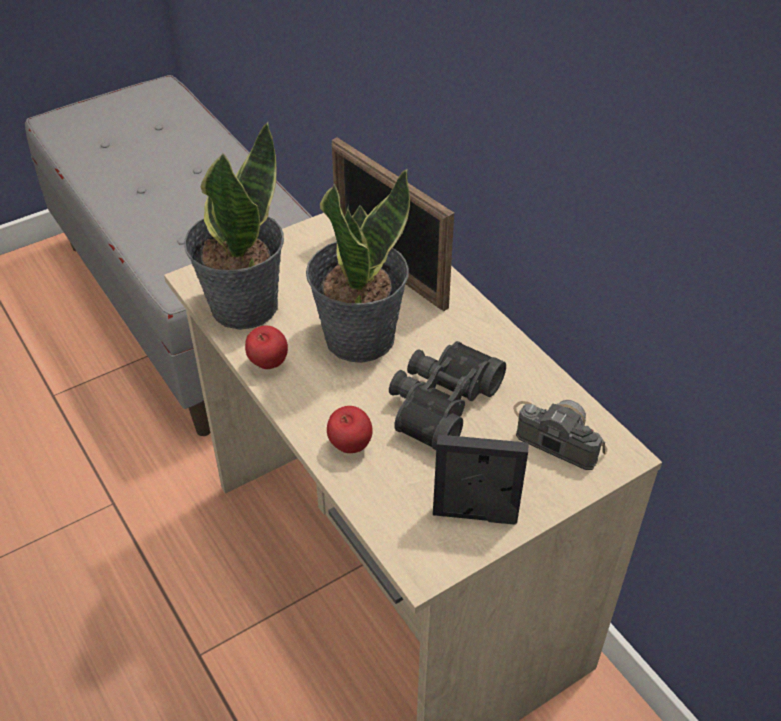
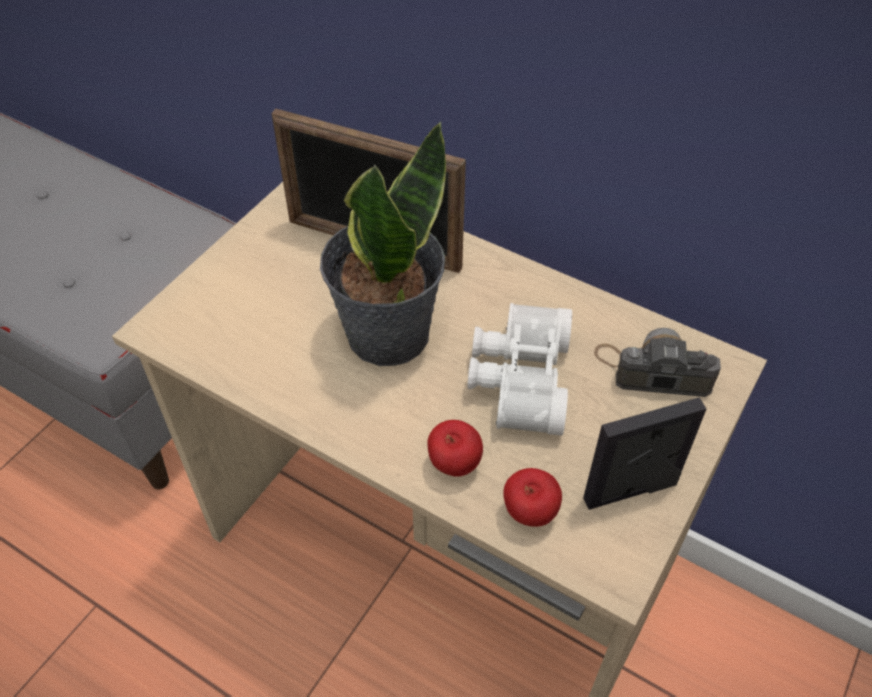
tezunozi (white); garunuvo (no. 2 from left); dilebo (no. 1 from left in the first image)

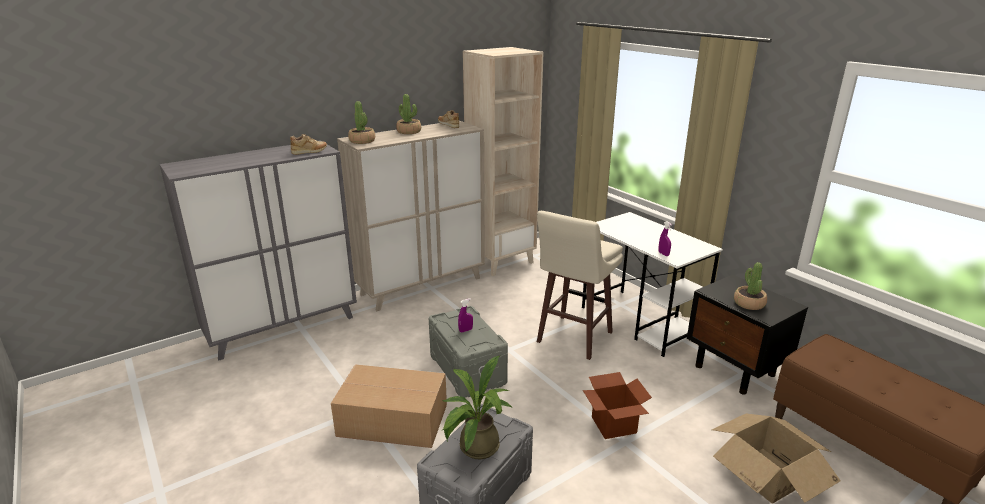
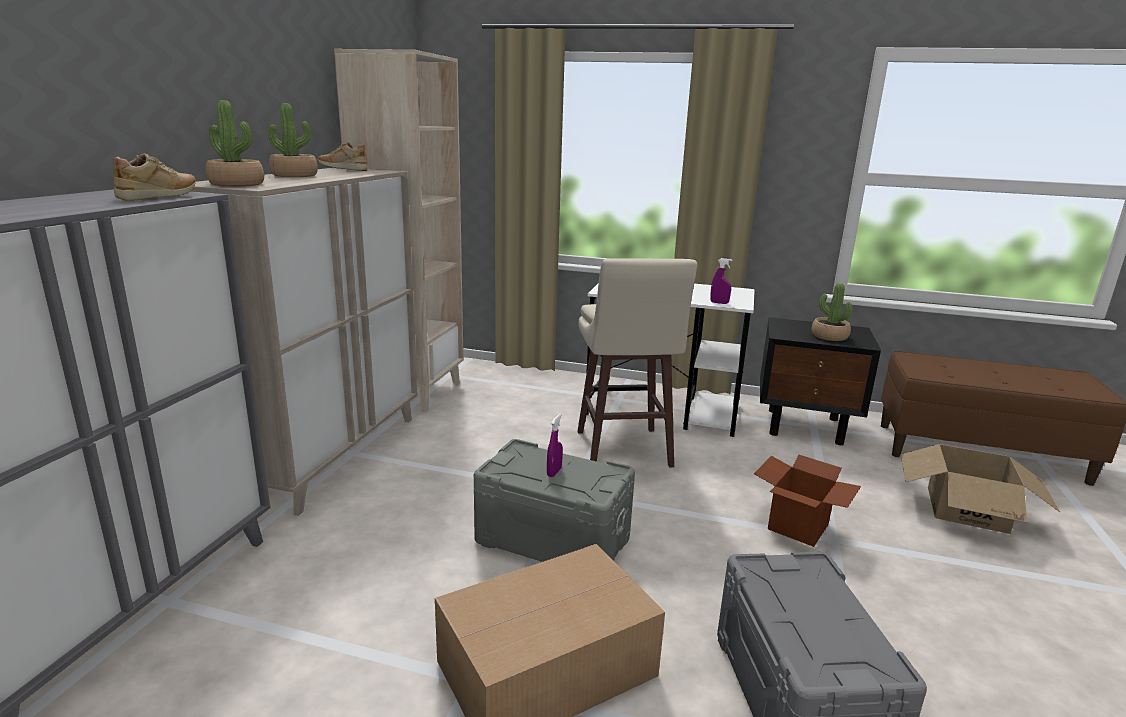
dilebo (no. 3 from left in the first image)

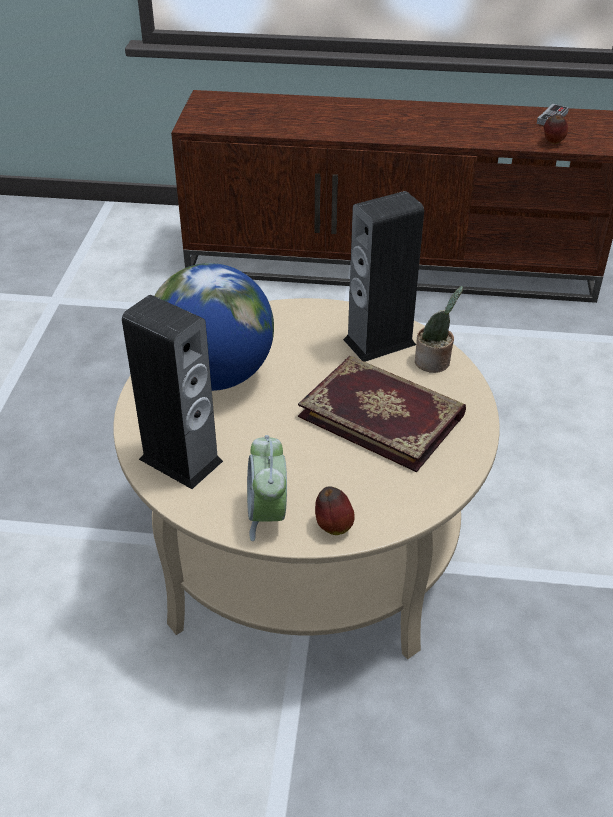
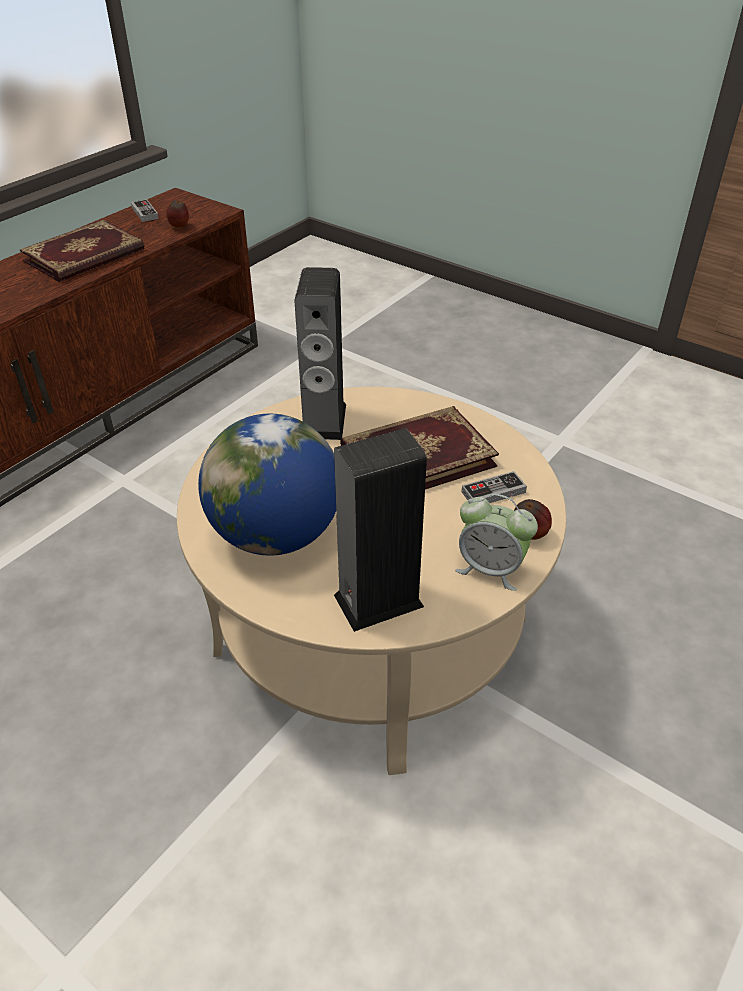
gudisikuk (no. 1 from left); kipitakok (no. 2 from left); dilebo

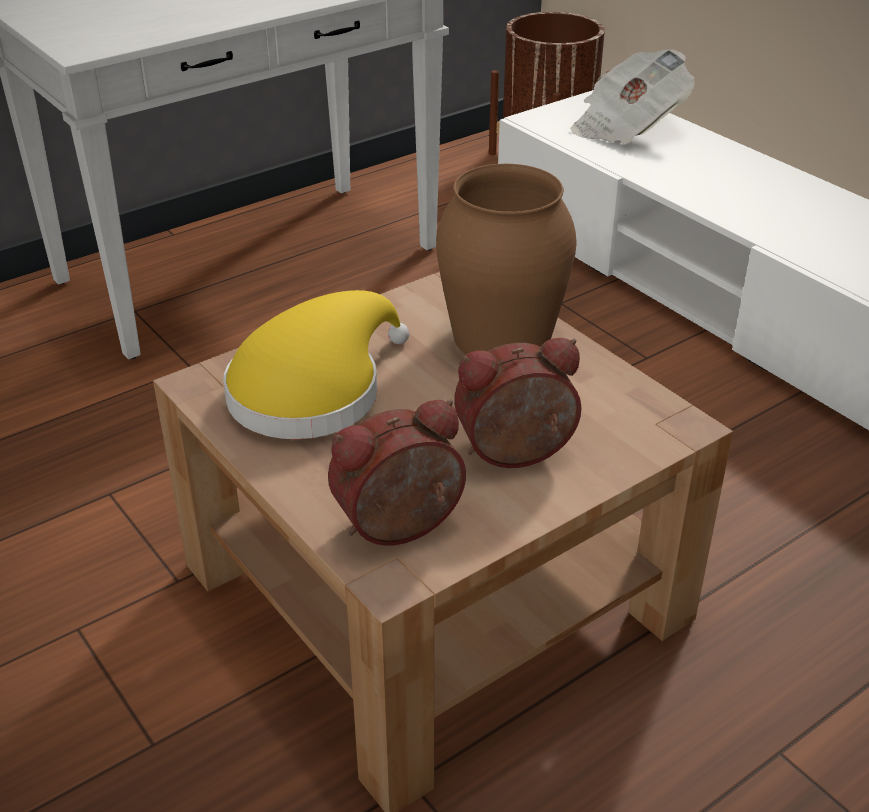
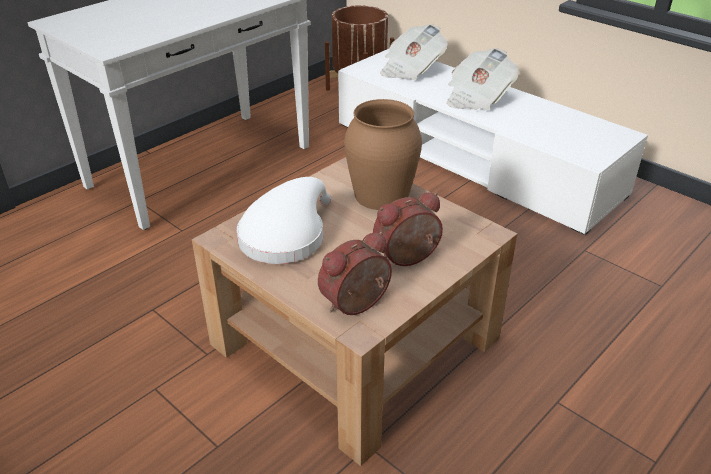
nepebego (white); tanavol (no. 2 from left)

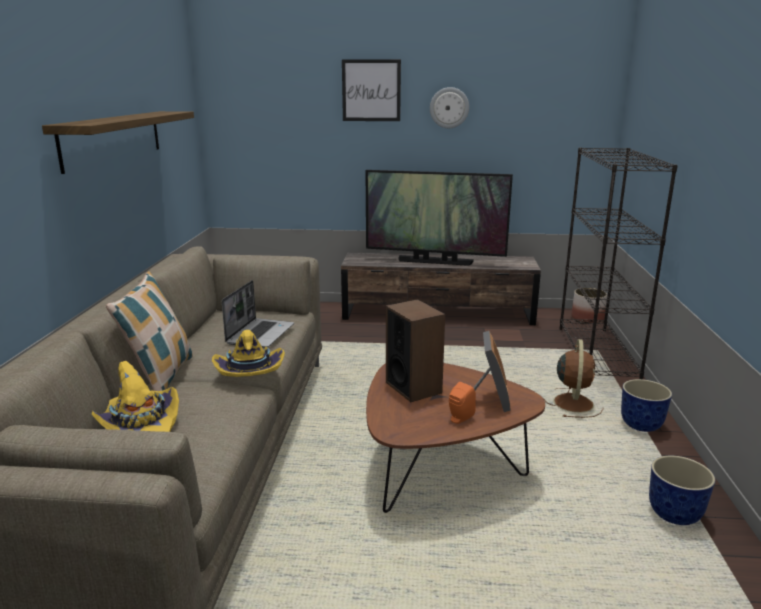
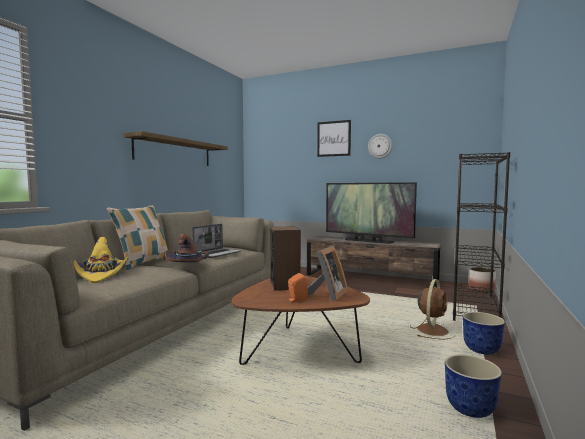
nepebego (brown)

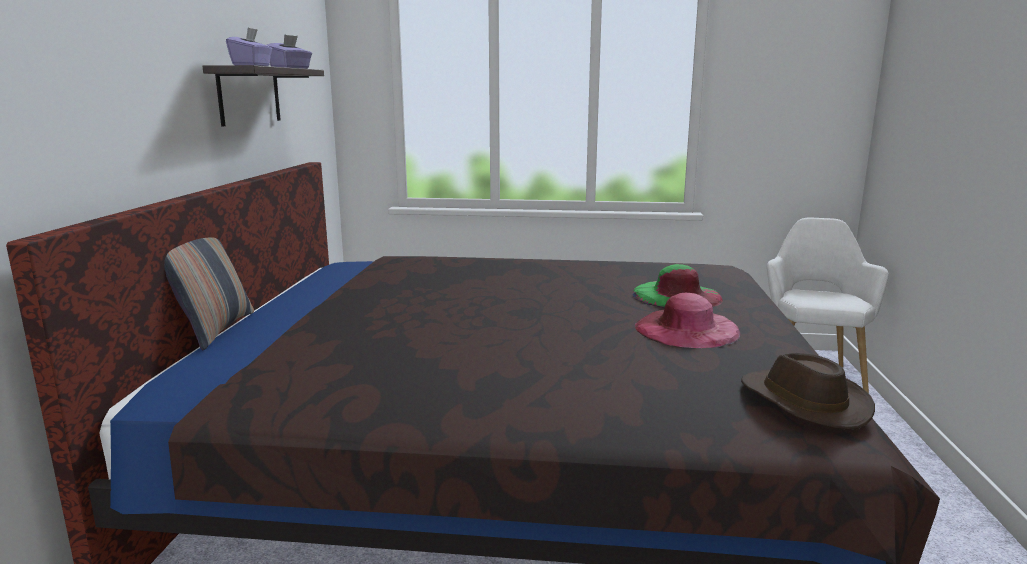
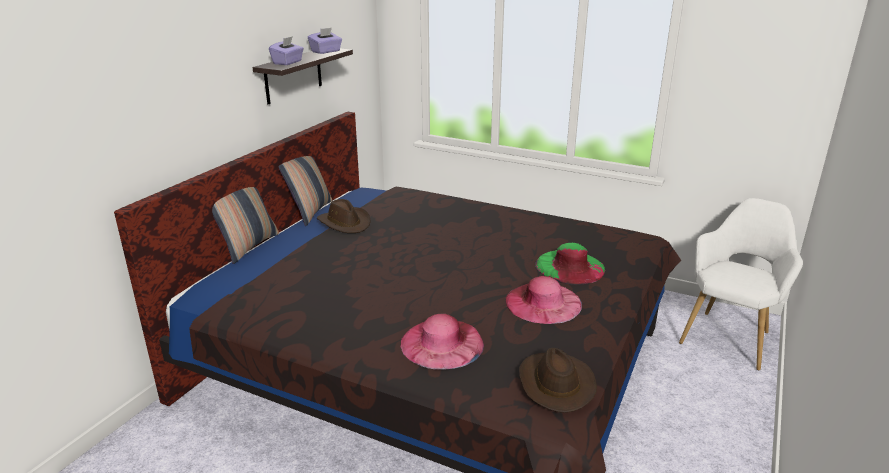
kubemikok (no. 2 from left); nepebego (brown) (no. 1 from left); nepebego (pink) (no. 1 from left)

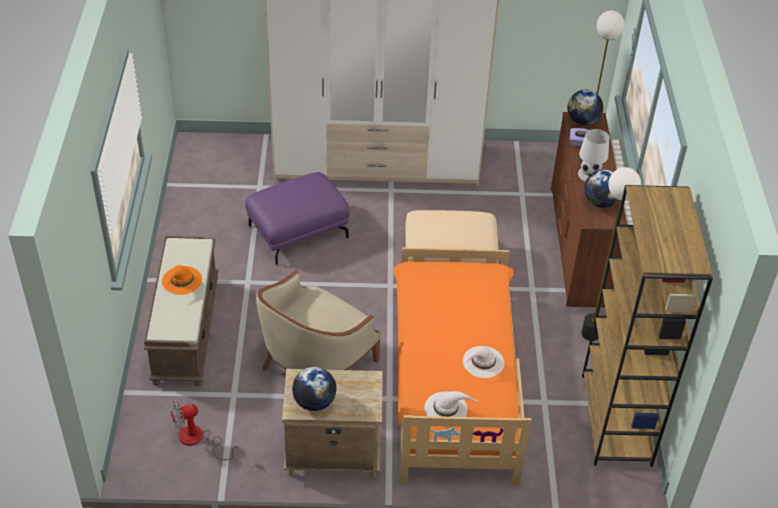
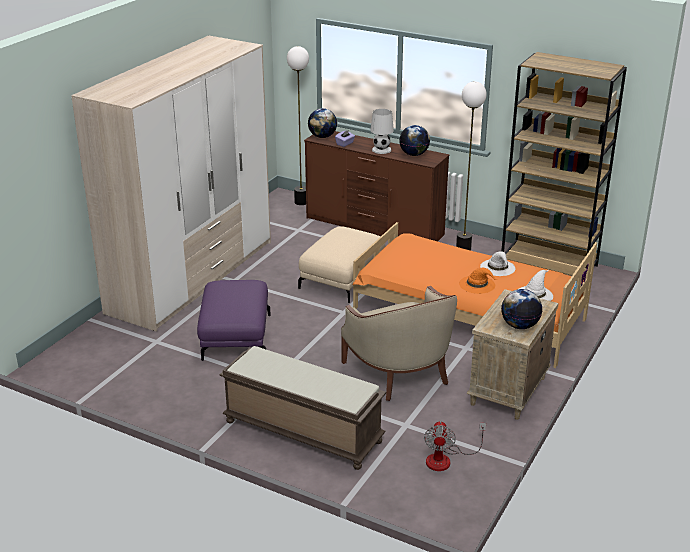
nepebego (orange)

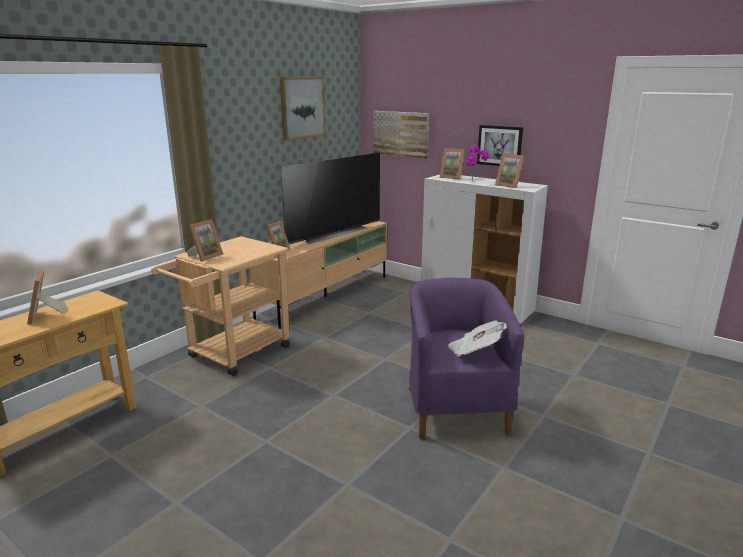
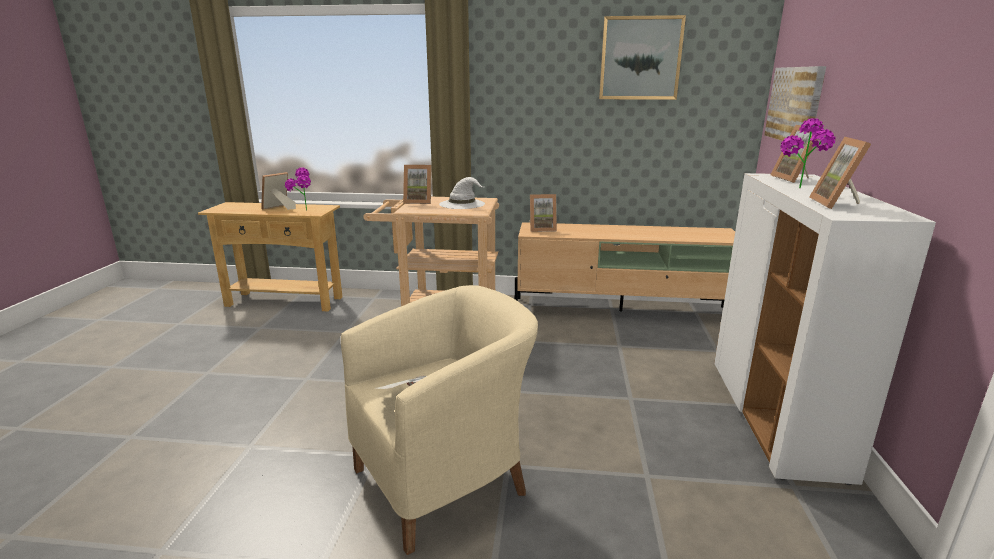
dilebo (no. 1 from left); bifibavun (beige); nepebego (white); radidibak; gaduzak (no. 3 from left in the first image)

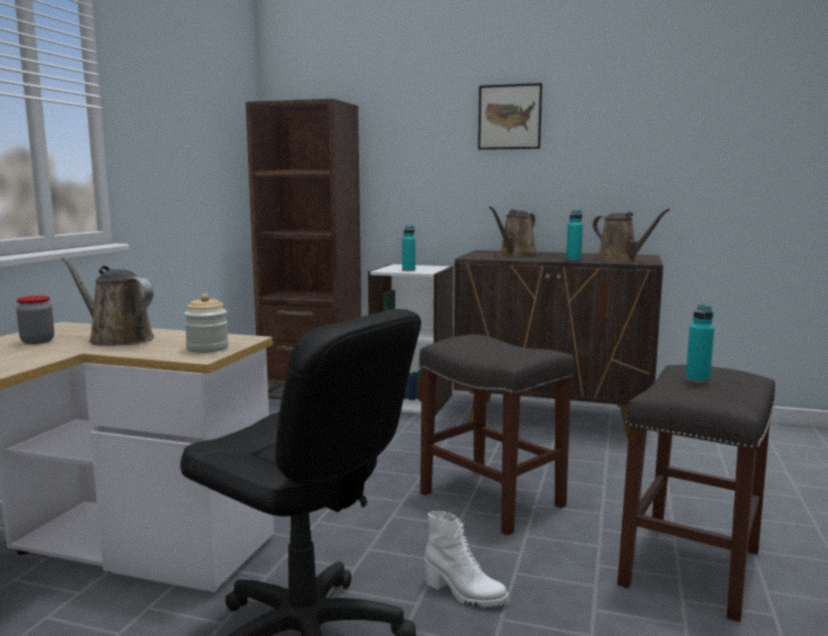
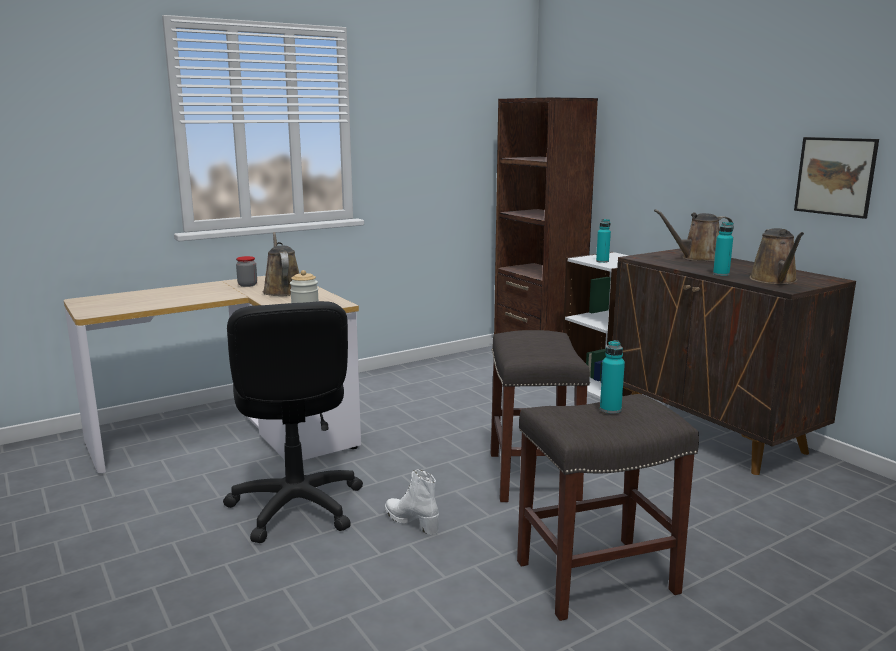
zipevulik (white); gaduzak

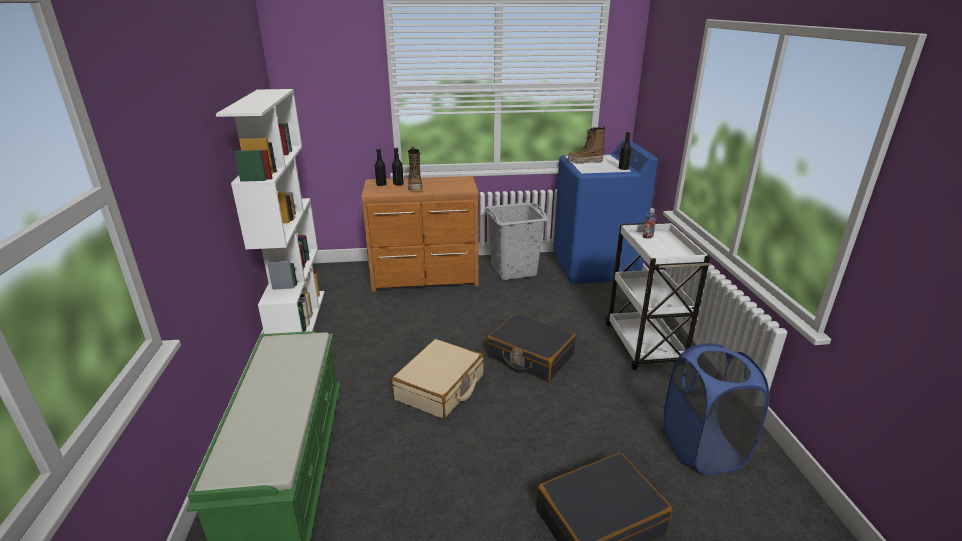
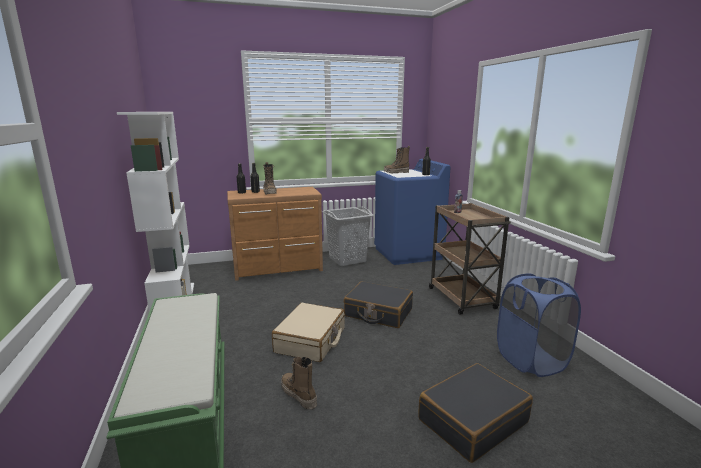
zipevulik (no. 2 from left); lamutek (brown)

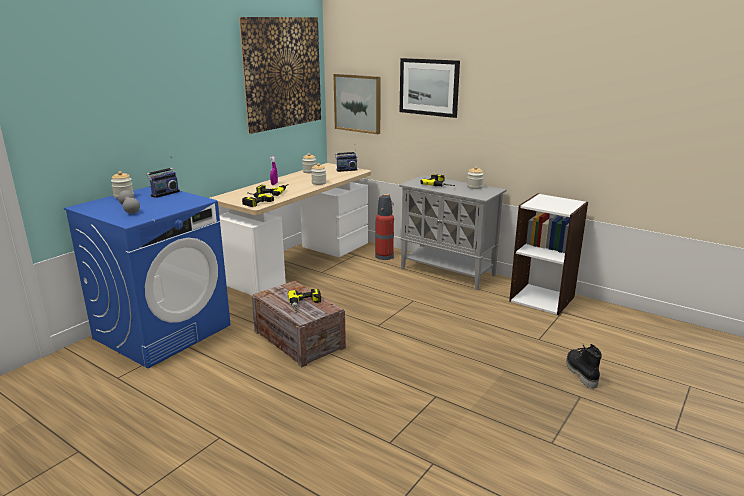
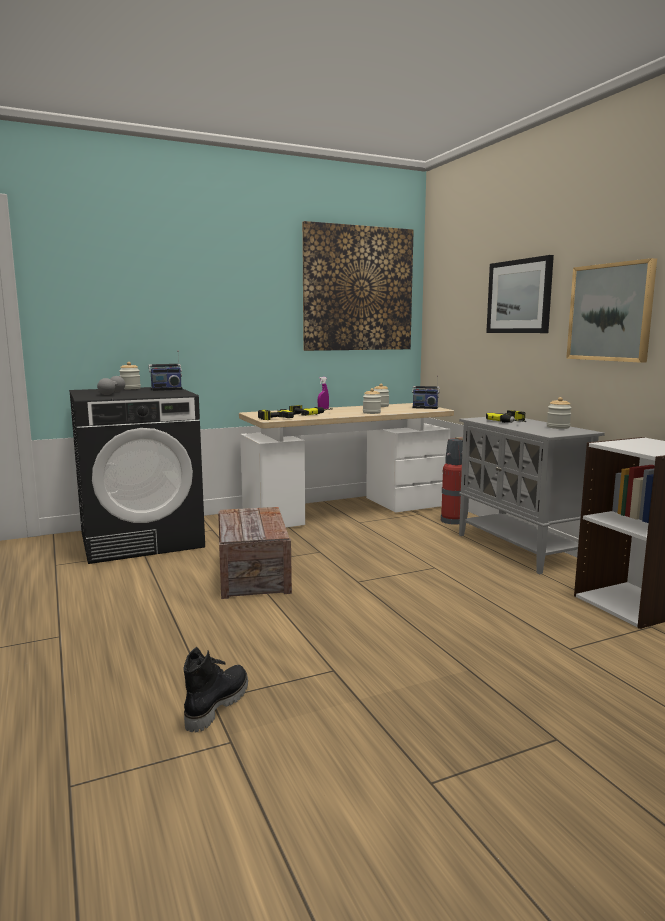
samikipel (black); zipevulik (black); gaduzak (no. 3 from left); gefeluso (no. 3 from left in the first image)

